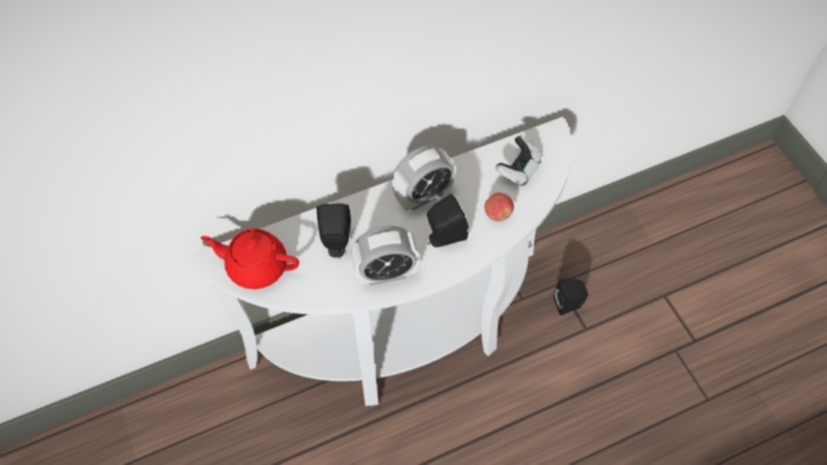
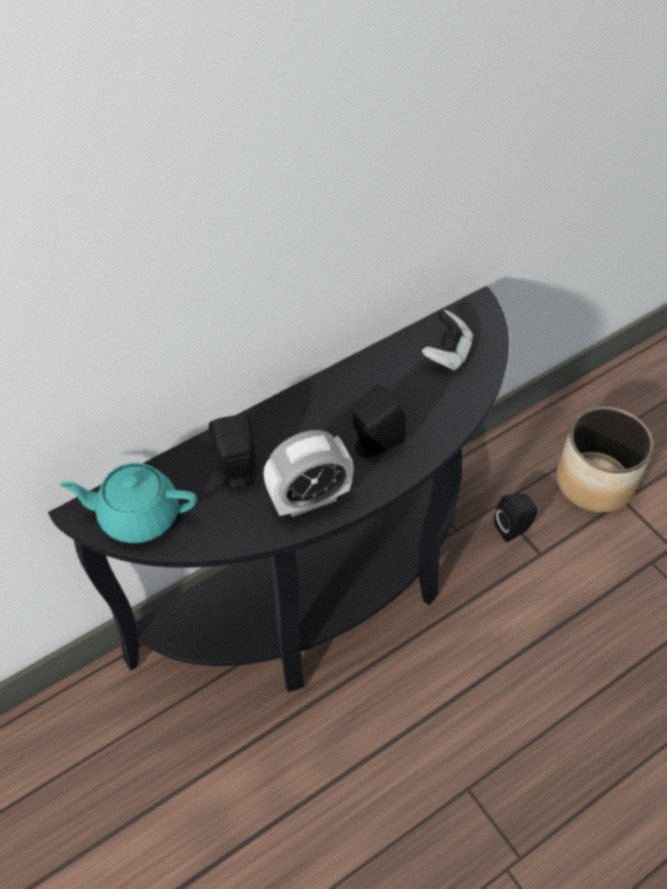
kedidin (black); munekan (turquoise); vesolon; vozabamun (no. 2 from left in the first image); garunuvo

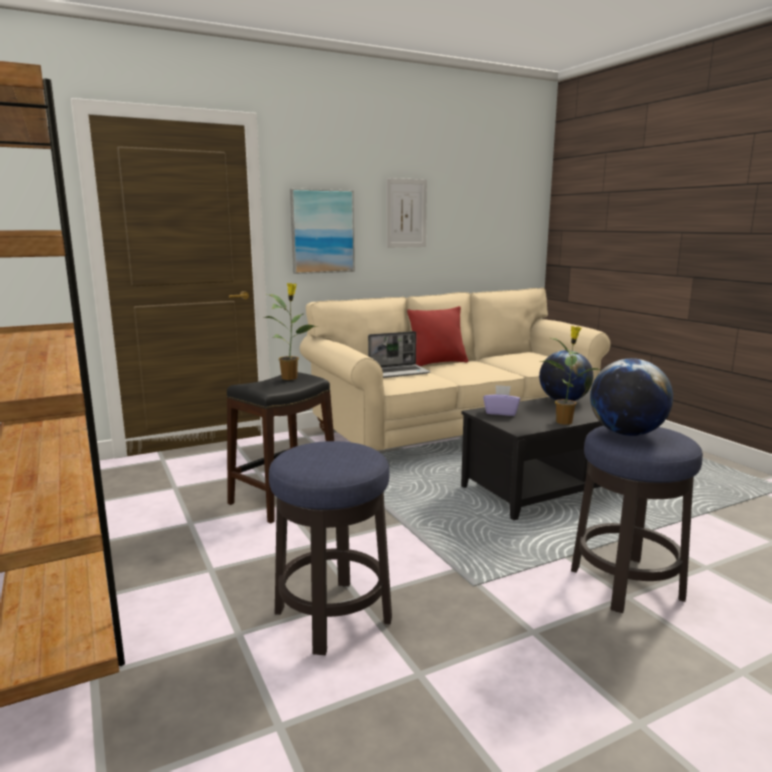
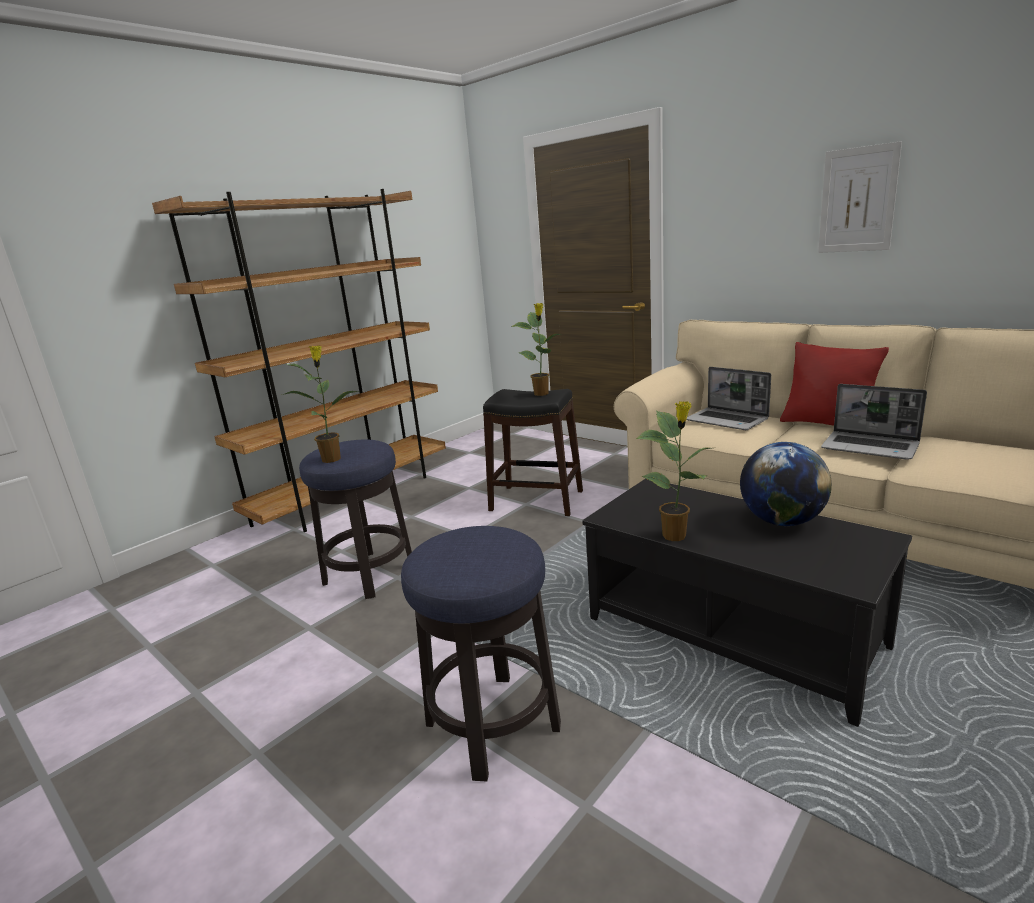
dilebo (no. 1 from left); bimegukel (no. 2 from left); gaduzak (no. 1 from left in the first image); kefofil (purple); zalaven (no. 2 from left in the first image)

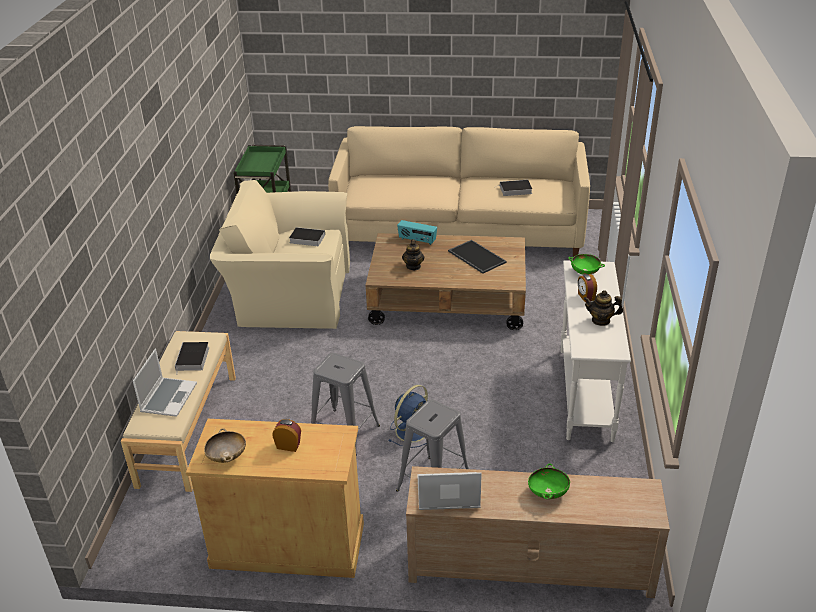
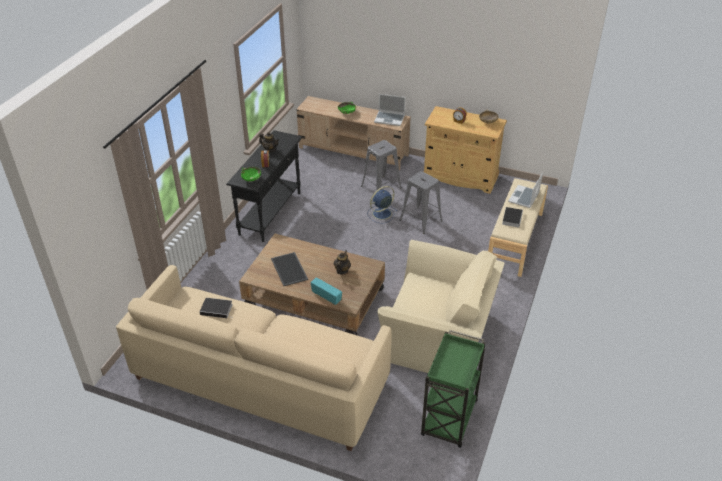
kedidin (black); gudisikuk (no. 2 from left in the first image)

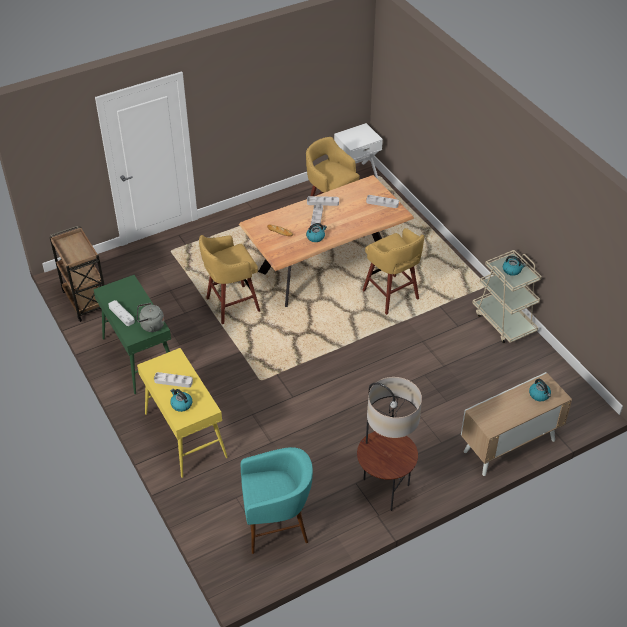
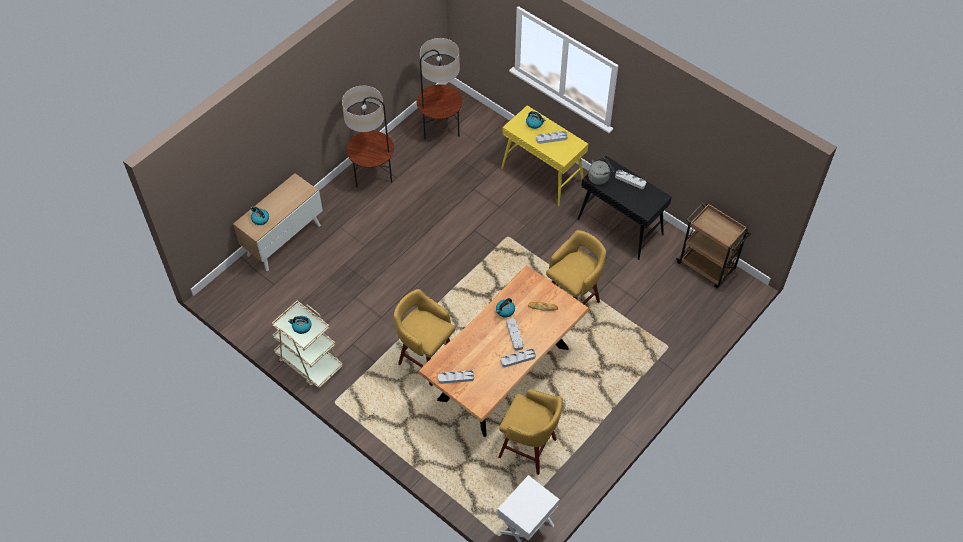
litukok (no. 2 from left); kedidin (black)

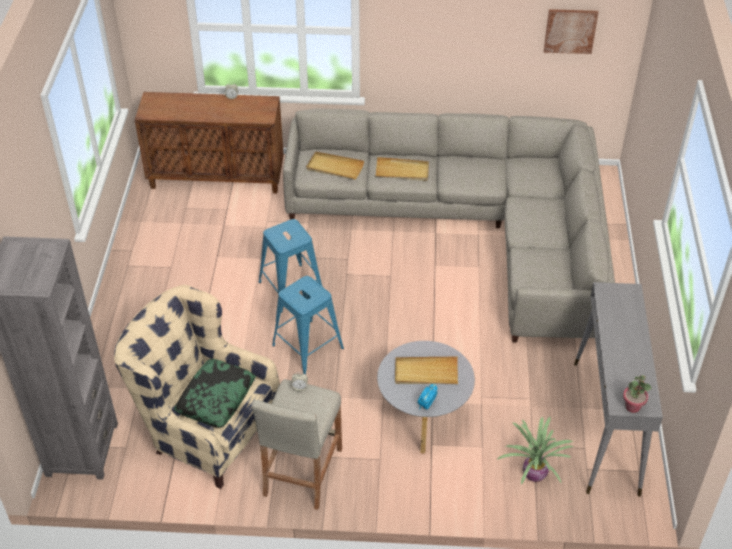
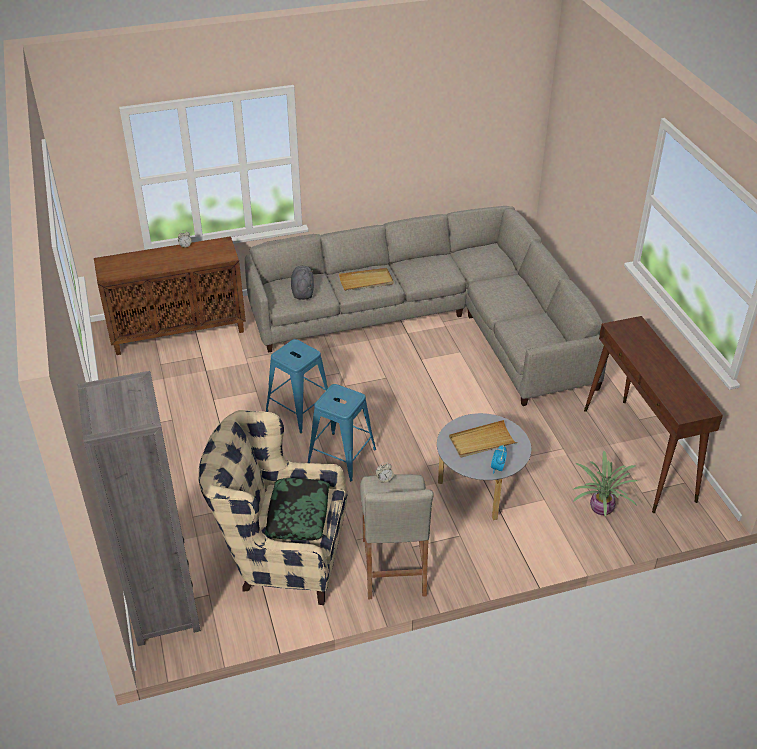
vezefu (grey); kedidin (brown); gaduzak; dilebo (no. 2 from left in the first image)

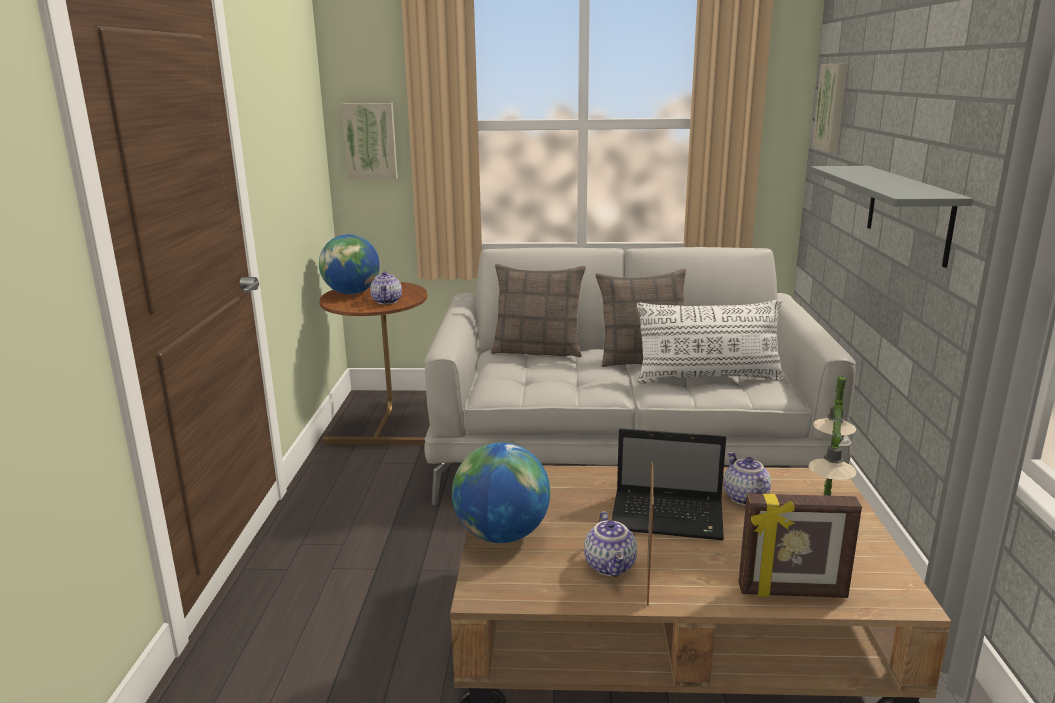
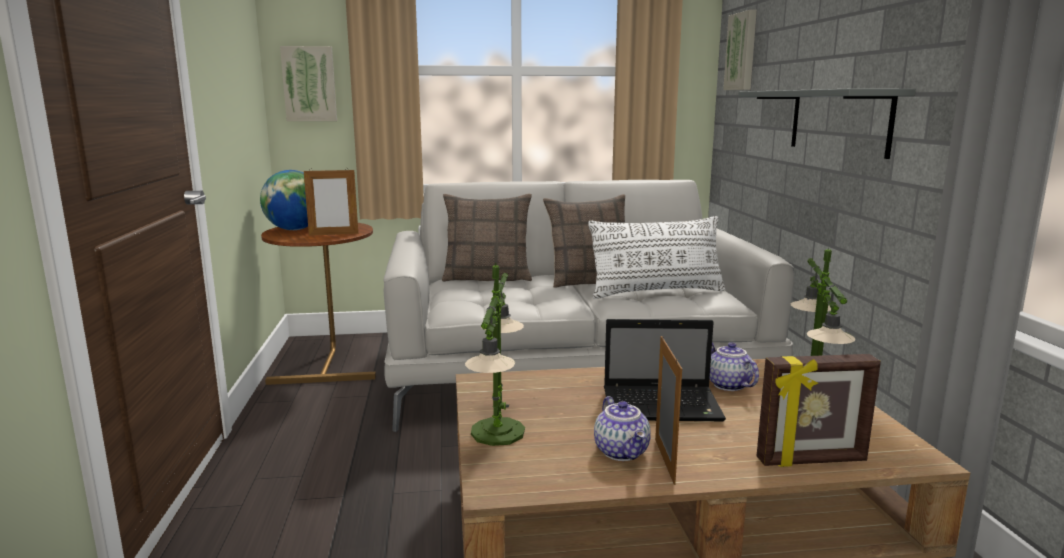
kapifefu (no. 1 from left); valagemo (no. 1 from left)

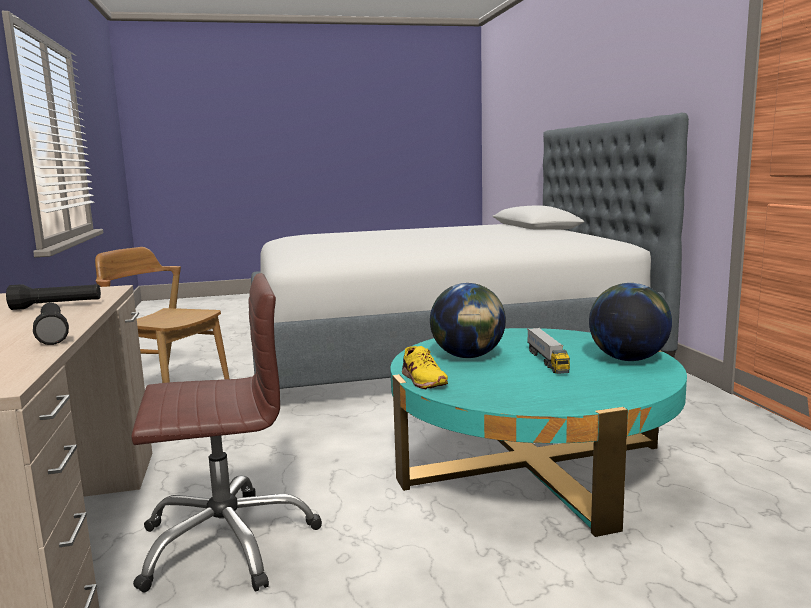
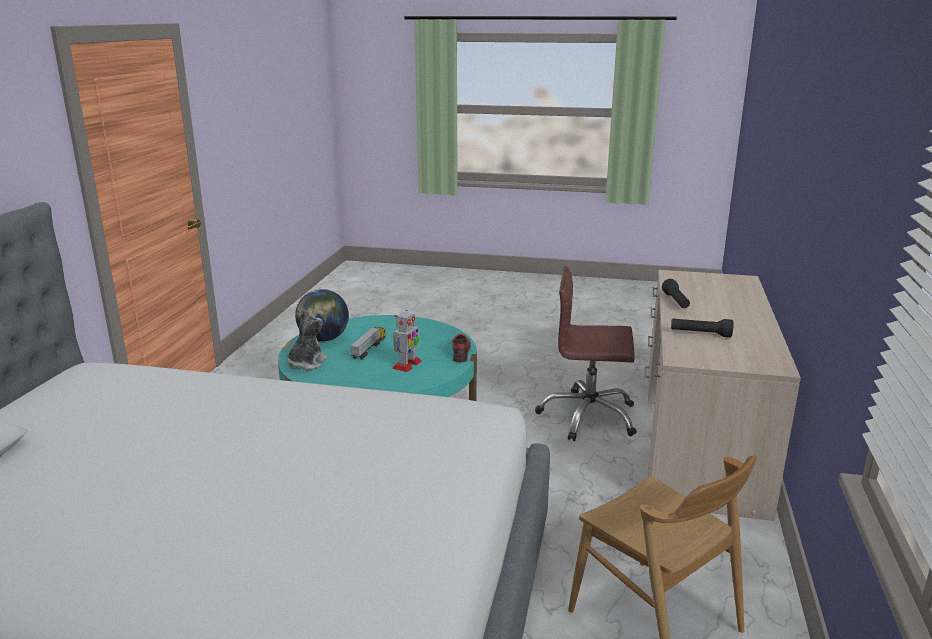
vezefu; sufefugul; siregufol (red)

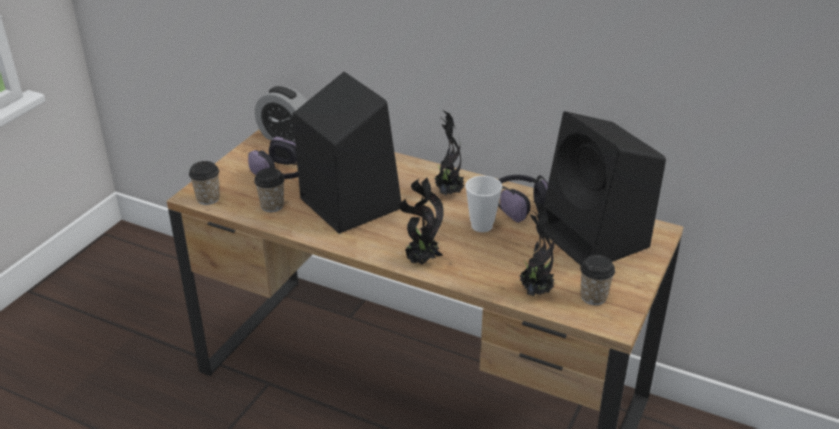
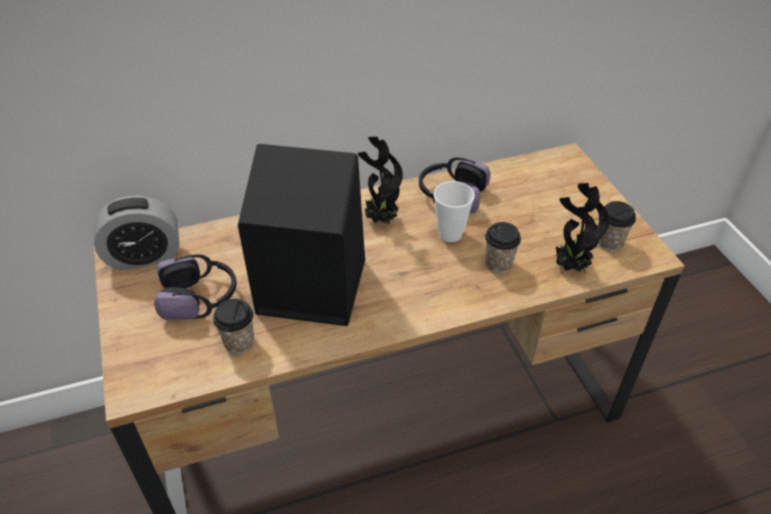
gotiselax (no. 3 from left); dilebo (no. 1 from left in the first image); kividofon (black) (no. 2 from left in the first image)

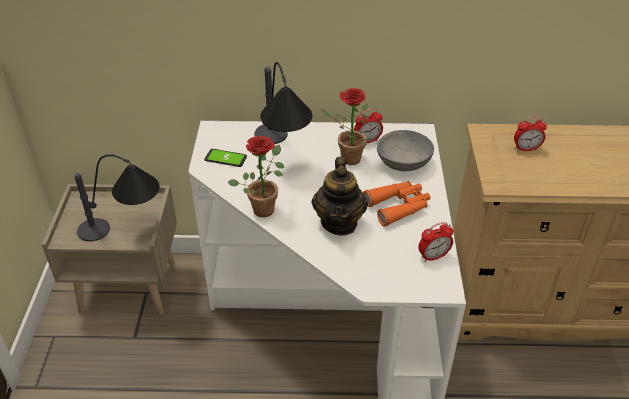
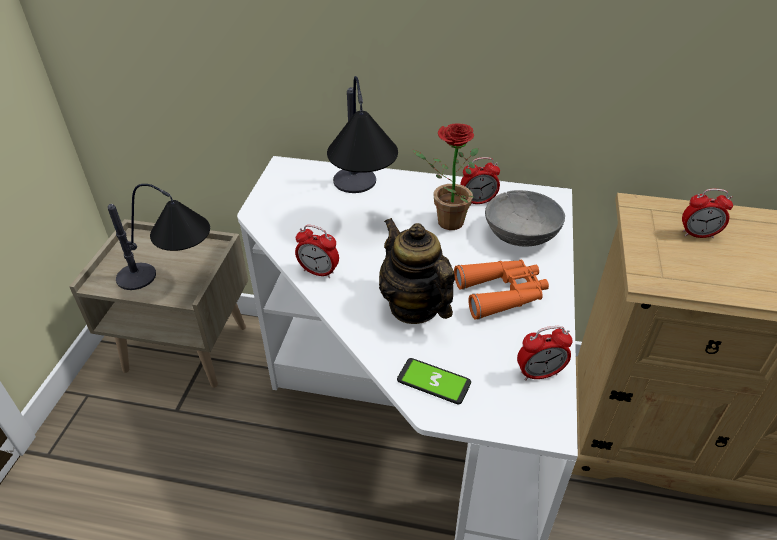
vozabamun (no. 1 from left); munekan; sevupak

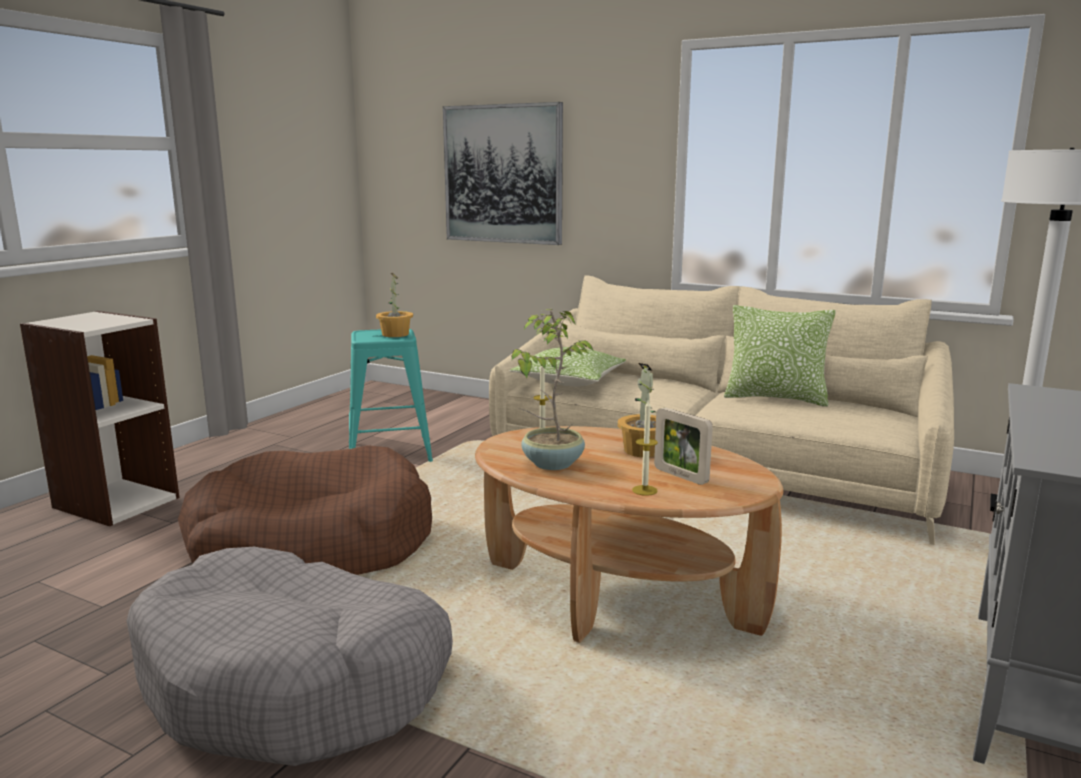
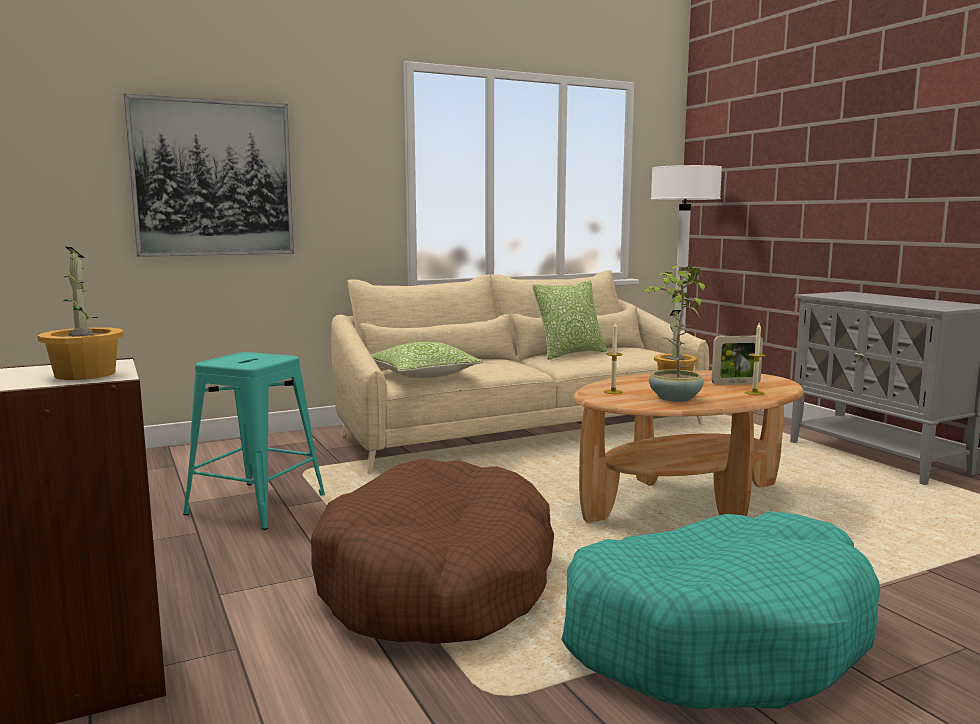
dilebo (no. 1 from left); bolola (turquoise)

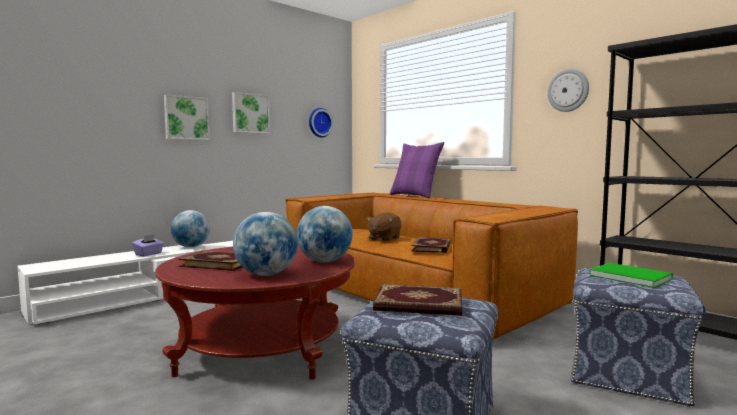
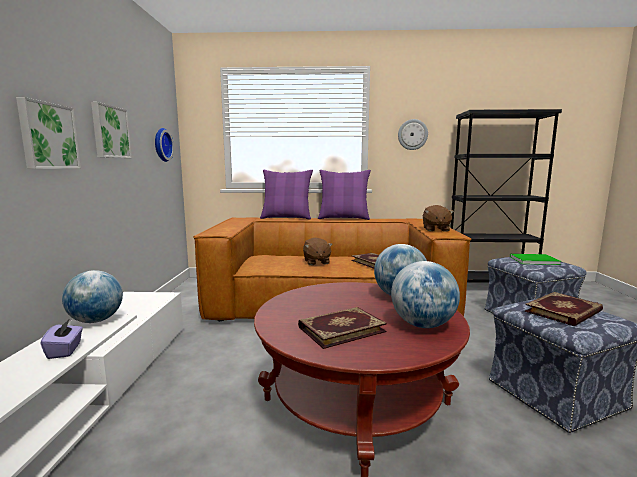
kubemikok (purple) (no. 2 from left); vezefu (brown) (no. 2 from left)

